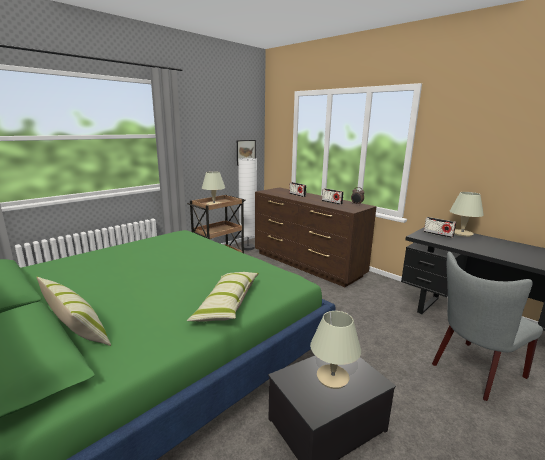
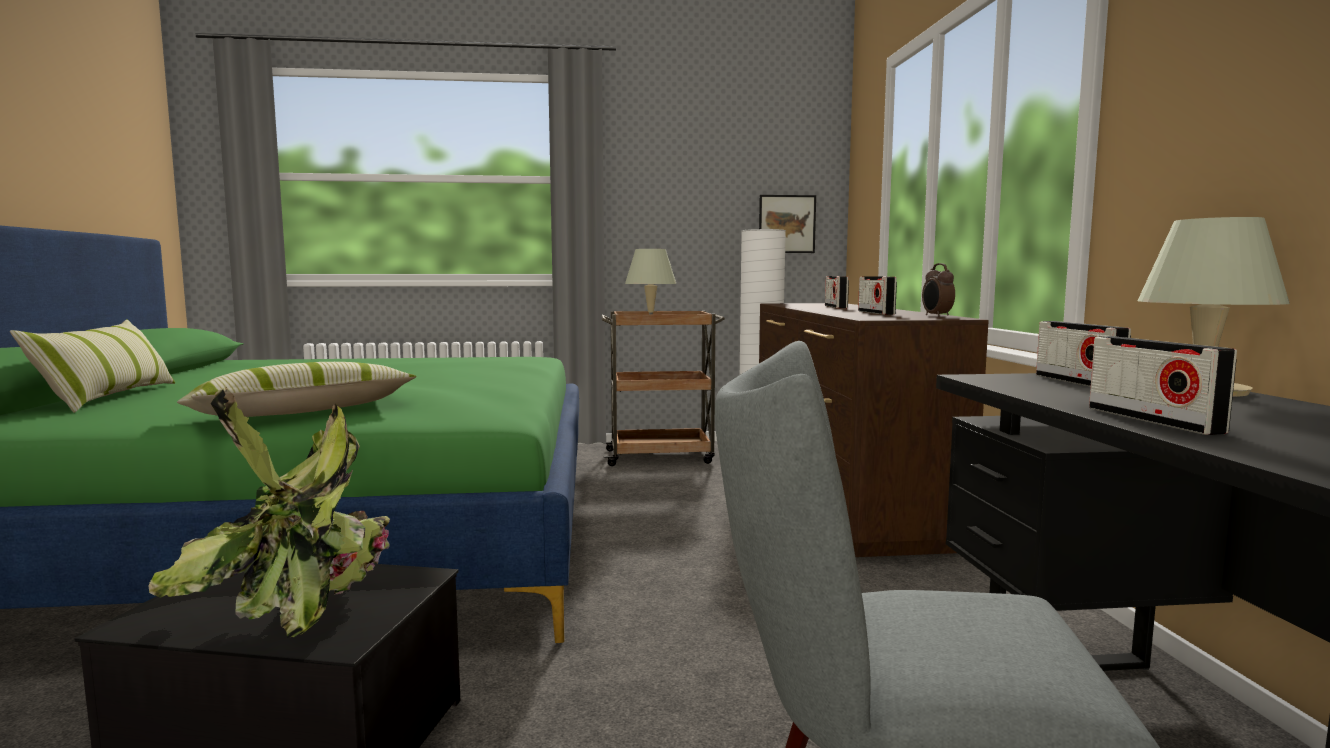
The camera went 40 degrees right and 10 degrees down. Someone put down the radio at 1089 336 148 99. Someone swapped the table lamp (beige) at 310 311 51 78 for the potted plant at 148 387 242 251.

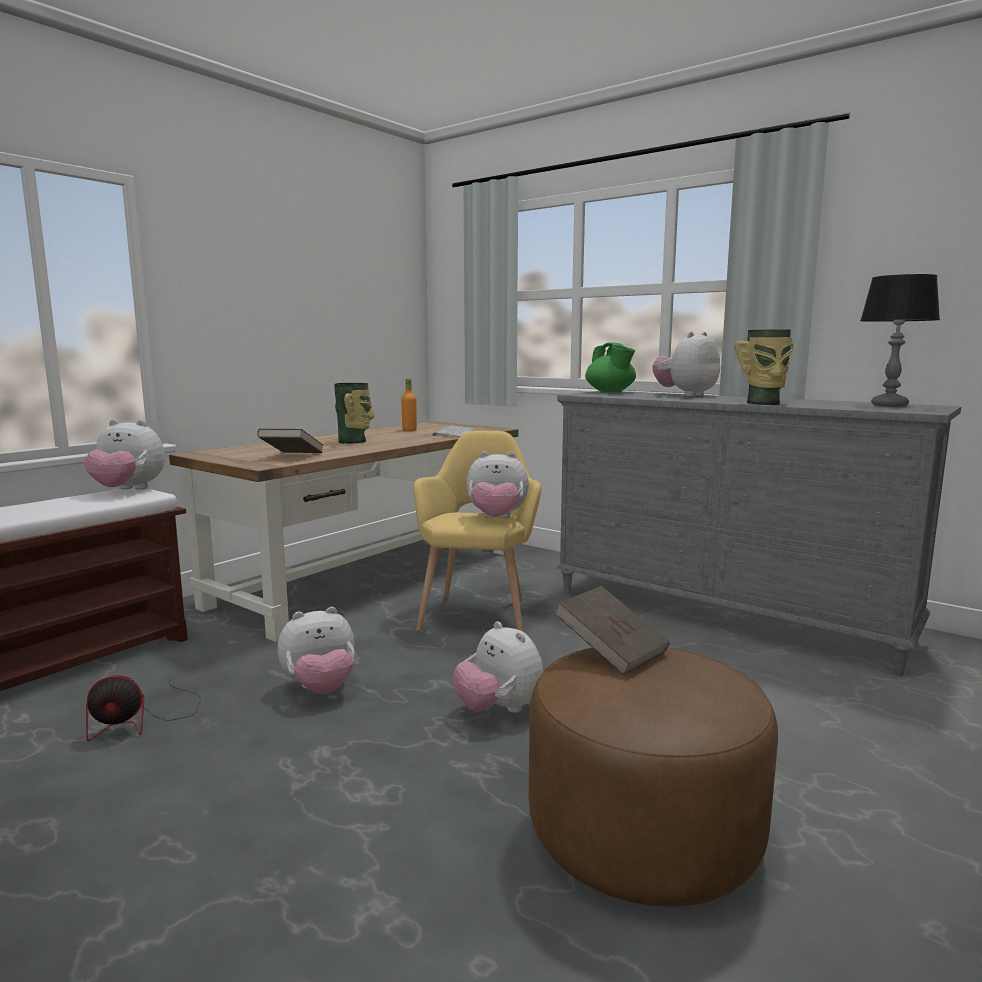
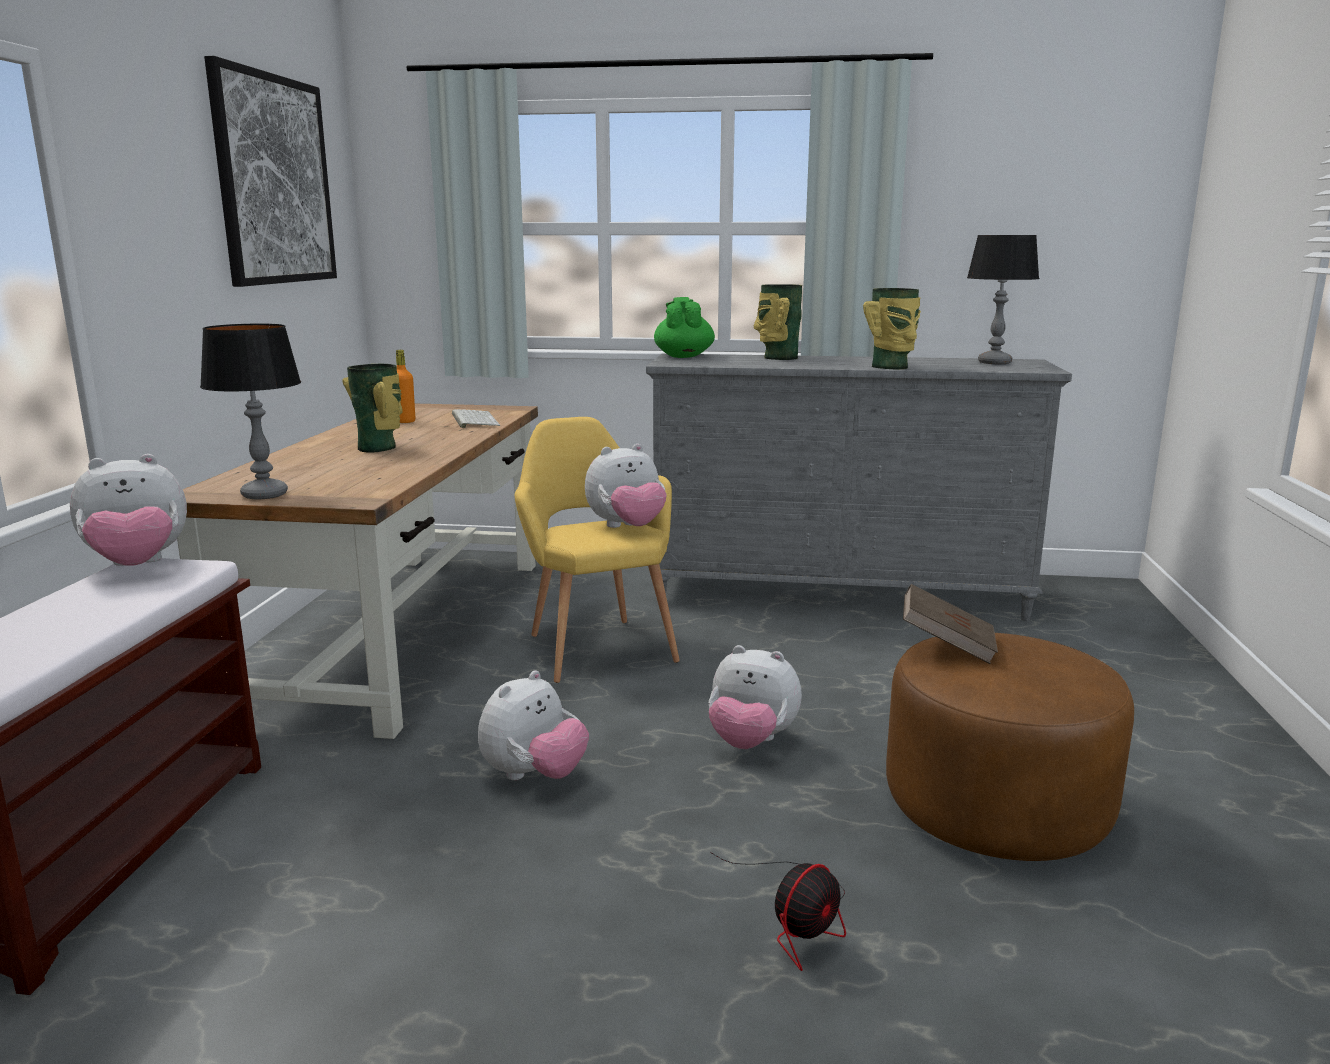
The camera went 30 degrees left and 5 degrees up. Someone took away the book (brown) at 257 429 66 24. Someone put down the table lamp at 200 324 101 175. Someone put up the picture at 204 56 133 231. Someone carried the fan from 86 675 115 66 to 710 852 136 119. Someone swapped the plush toy at 653 332 67 65 for the vase at 754 284 48 76. Someone rotated the teapot (green) at 585 343 51 49 by 135 degrees counterclockwise.

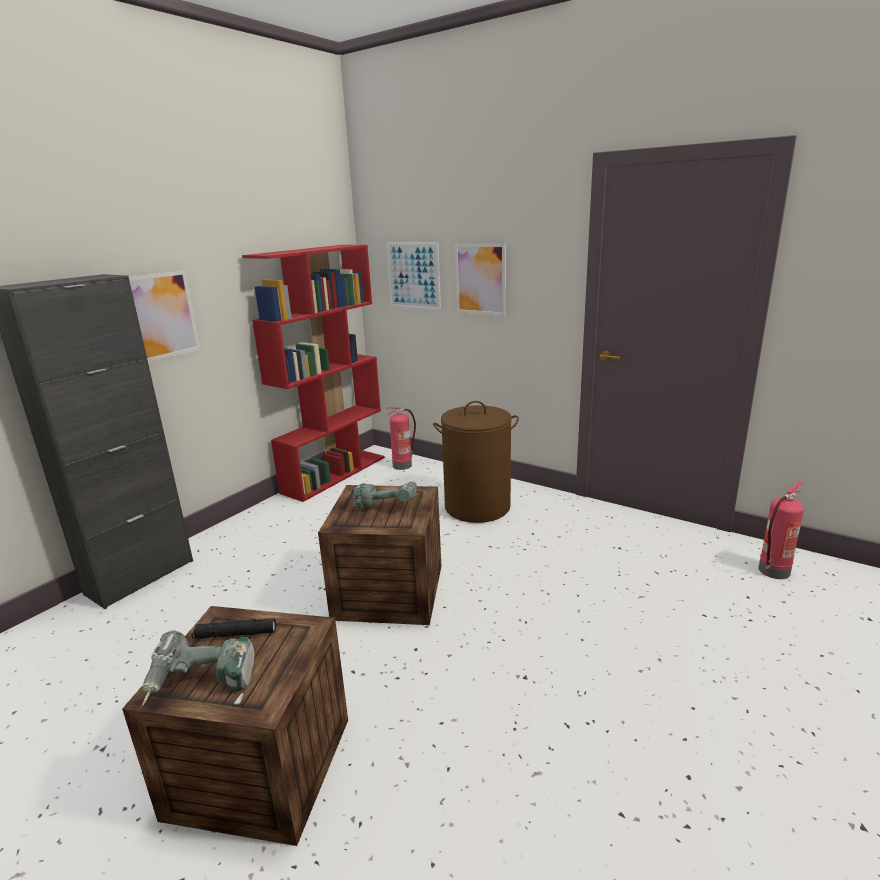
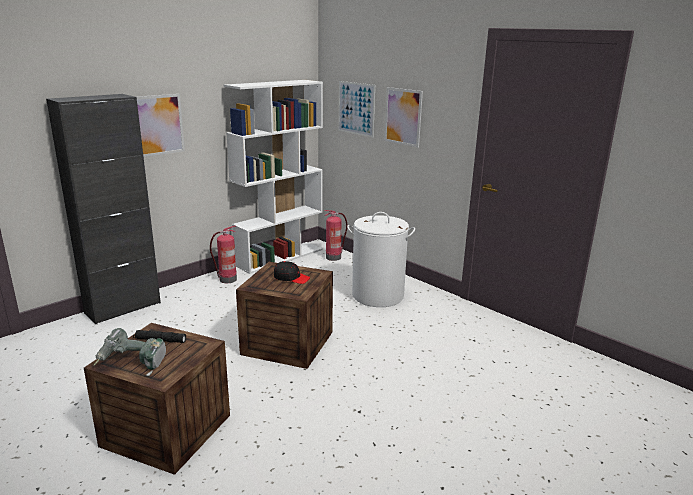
The camera went 10 degrees right and 0 degrees up. Someone carried the fire extinguisher from 758 482 46 97 to 210 226 27 57. Someone swapped the power drill at 354 481 63 27 for the cap (black) at 274 261 36 23. Someone repainted the bookcase (red) at 242 245 143 257, which became the bookcase (white) at 223 80 100 194. Someone repainted the laundry basket (brown) at 433 401 86 122, which became the laundry basket (white) at 347 212 68 95.

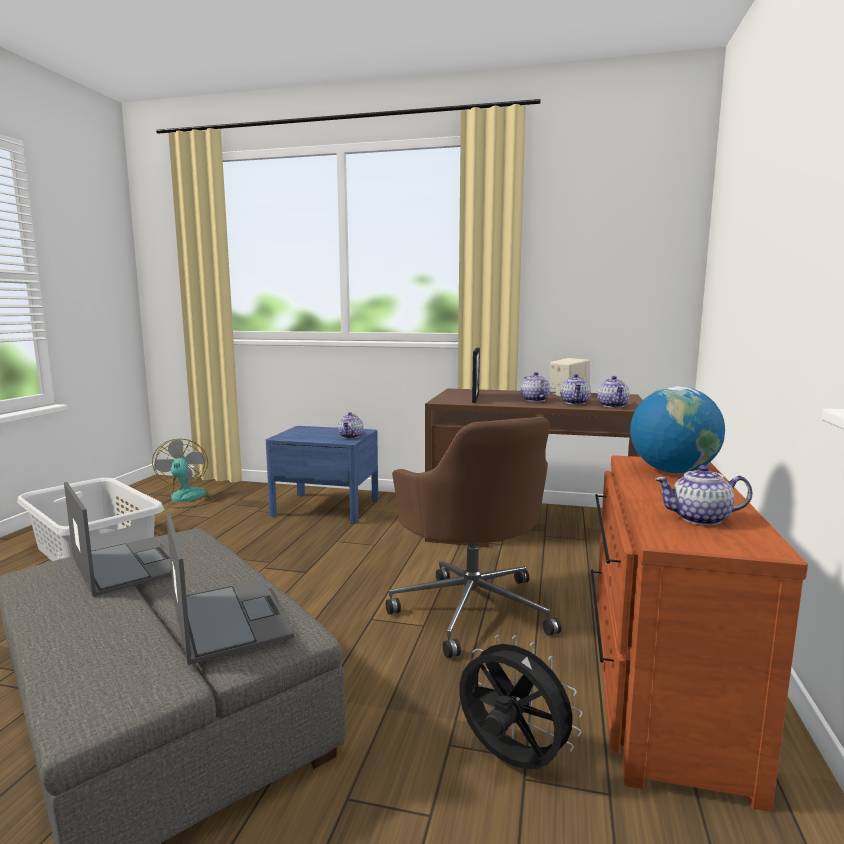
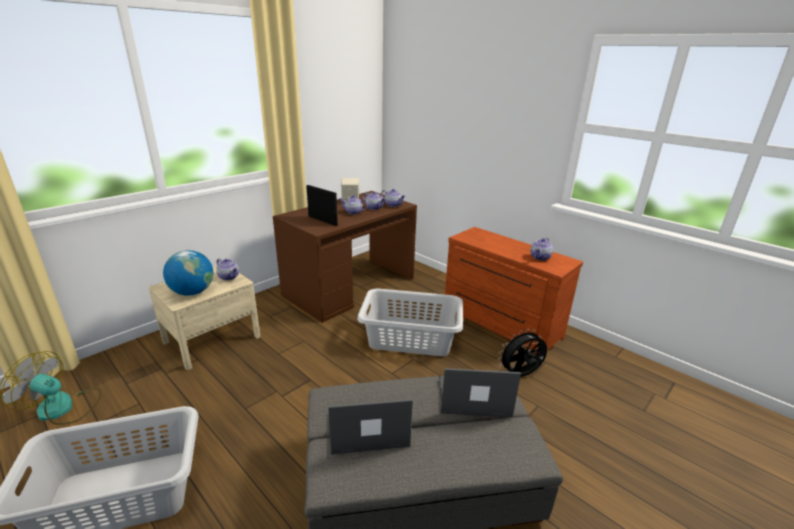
The camera went 60 degrees left and 15 degrees up. Someone carried the globe from 630 386 95 87 to 163 250 50 46. Someone swapped the office chair (brown) at 386 417 175 241 for the laundry basket (grey) at 357 288 106 68. Someone repainted the nightstand (blue) at 266 426 112 98, which became the nightstand (beige) at 149 266 112 104.

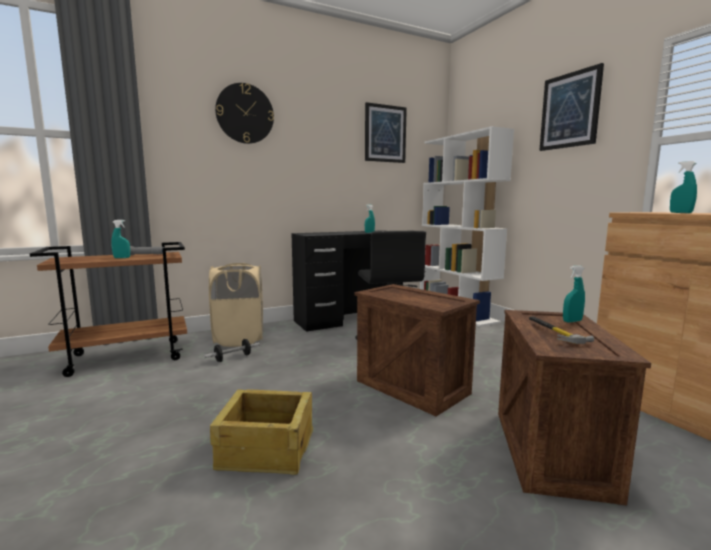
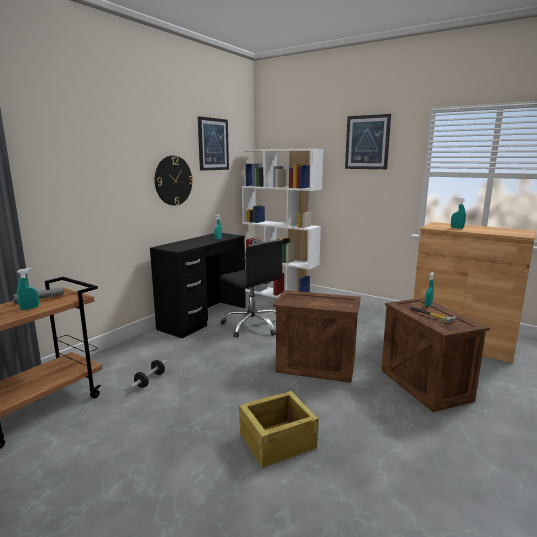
The camera went 30 degrees left and 5 degrees up. Someone took away the laundry basket (beige) at 209 263 54 84. Someone carried the wall clock from 215 83 59 61 to 155 156 38 50.

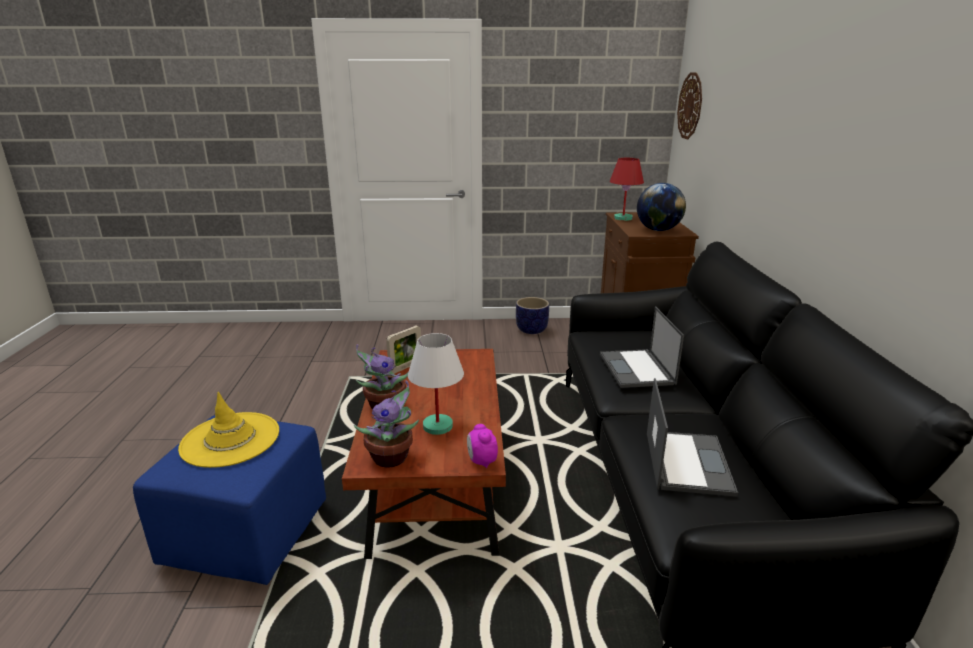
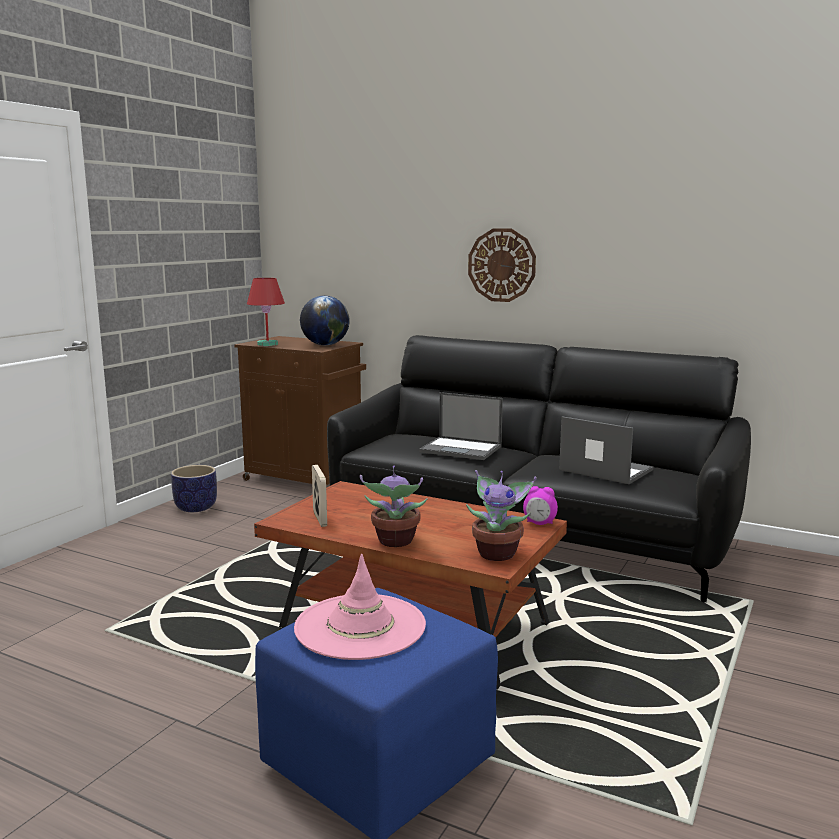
The camera went 60 degrees left and 10 degrees down. Someone took away the table lamp (white) at 408 333 56 102. Someone carried the wall clock from 677 72 25 67 to 468 228 68 74. Someone repainted the hat (yellow) at 178 392 101 76, which became the hat (pink) at 294 554 132 106.

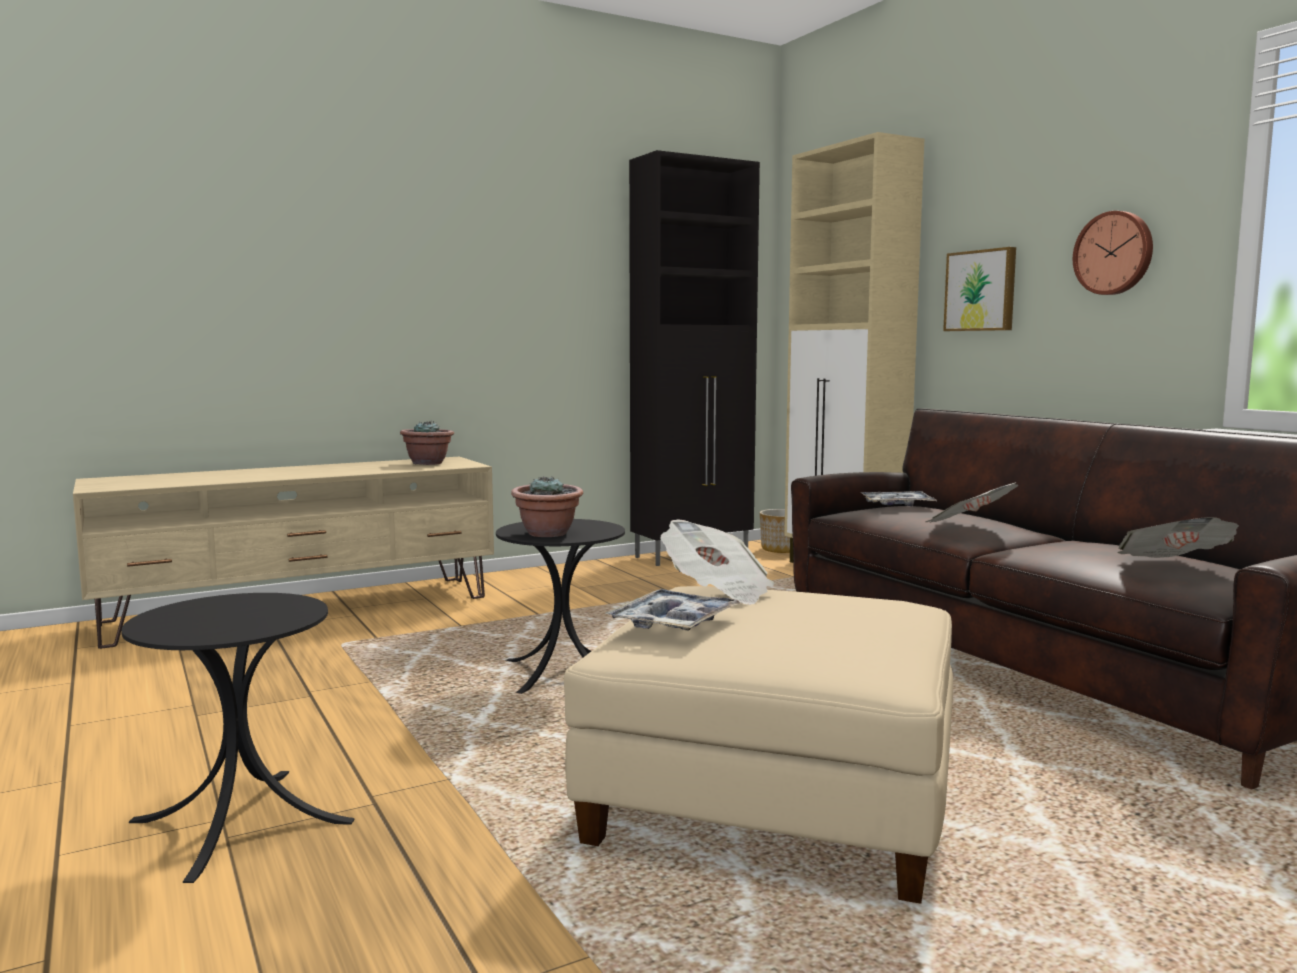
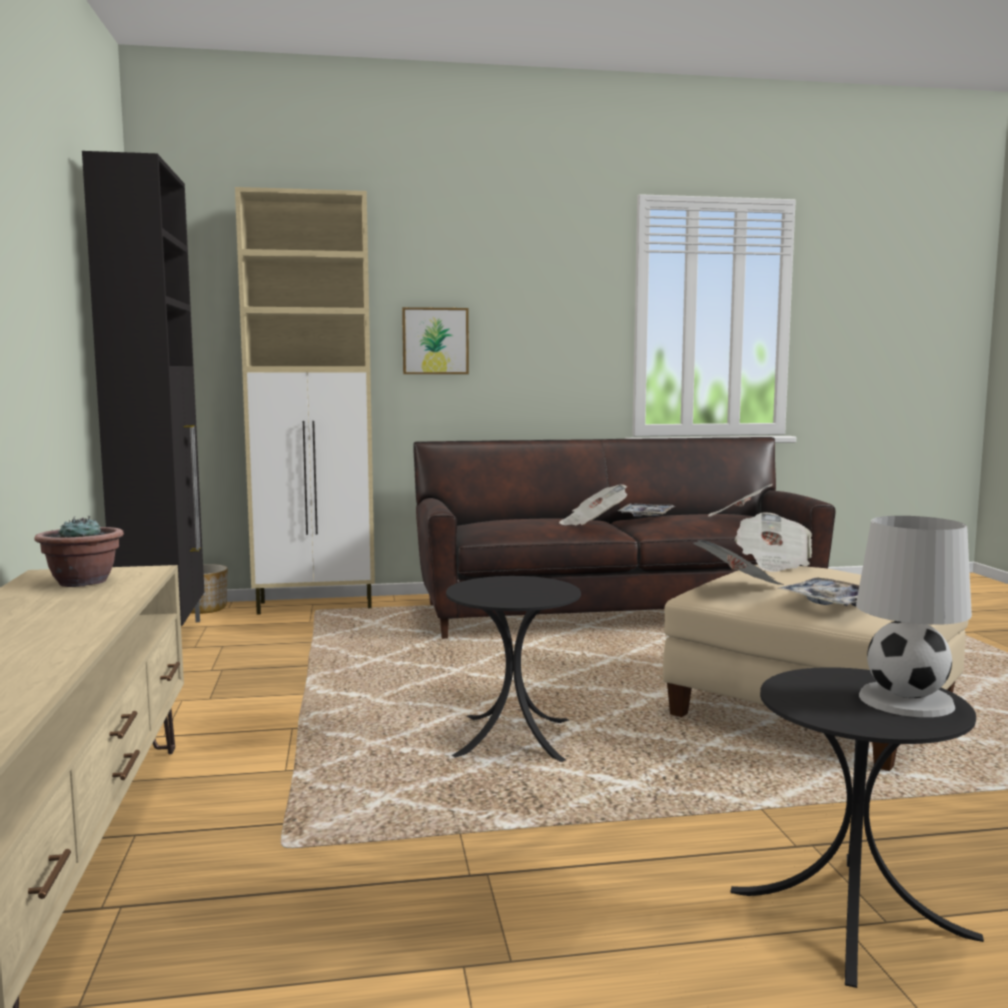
The camera went 70 degrees left and 0 degrees up. Someone took away the potted plant at 511 476 72 61. Someone took away the wall clock at 1073 211 80 84. Someone put down the newspaper at 734 512 78 60. Someone put down the table lamp (white) at 856 516 116 201. Someone carried the tray from 861 491 76 15 to 618 503 58 14.

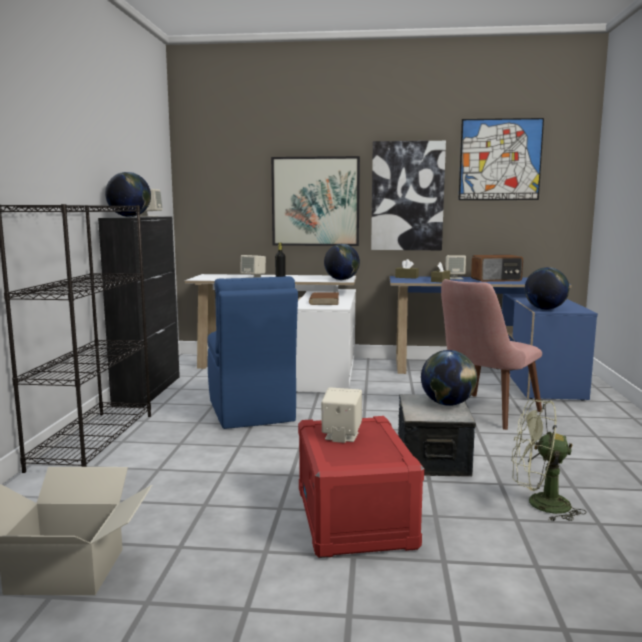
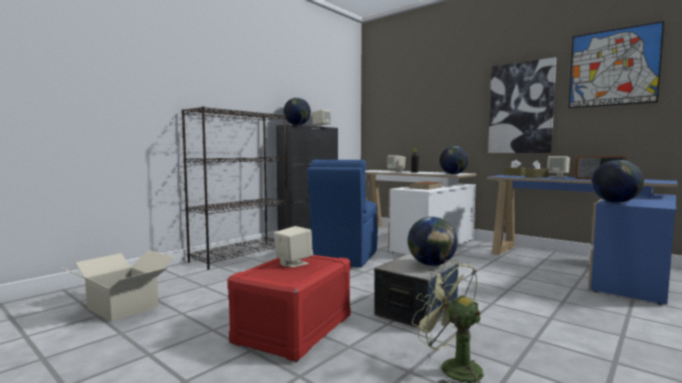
The camera went 35 degrees right and 5 degrees down. Someone took away the picture at 271 156 89 90. Someone took away the chair (pink) at 441 279 101 151.

